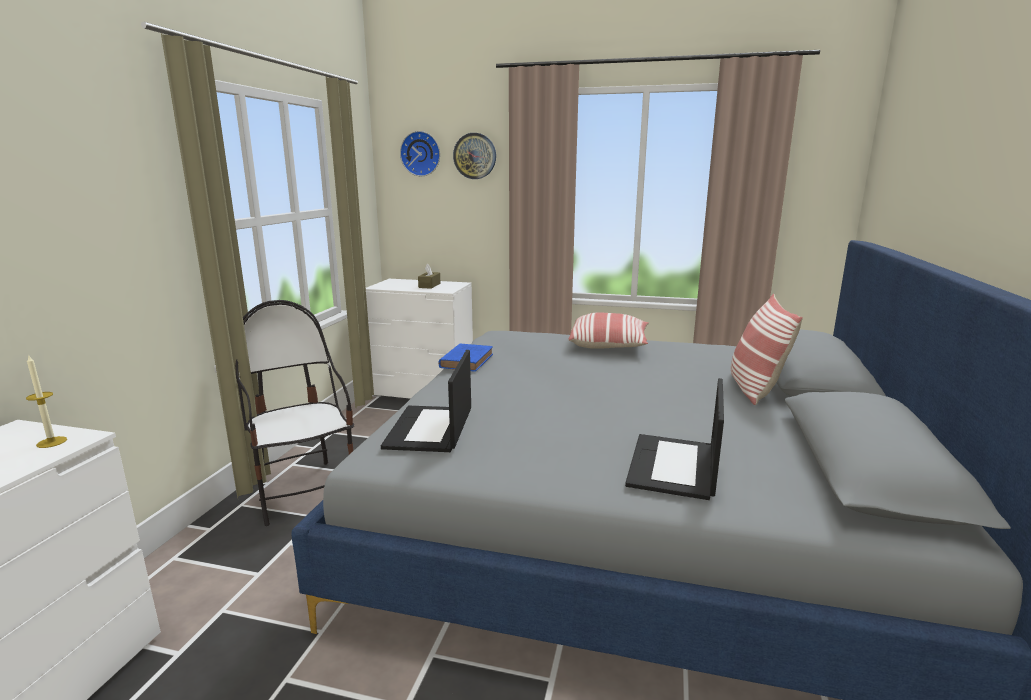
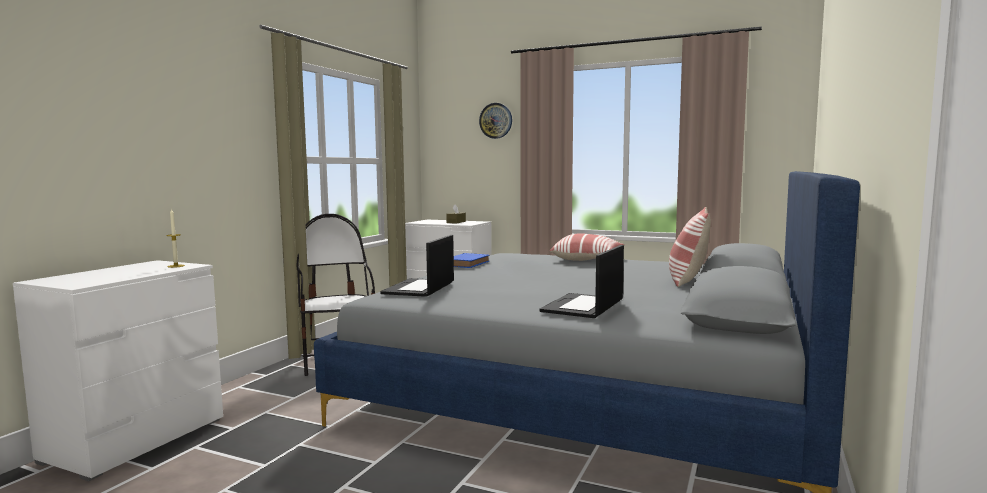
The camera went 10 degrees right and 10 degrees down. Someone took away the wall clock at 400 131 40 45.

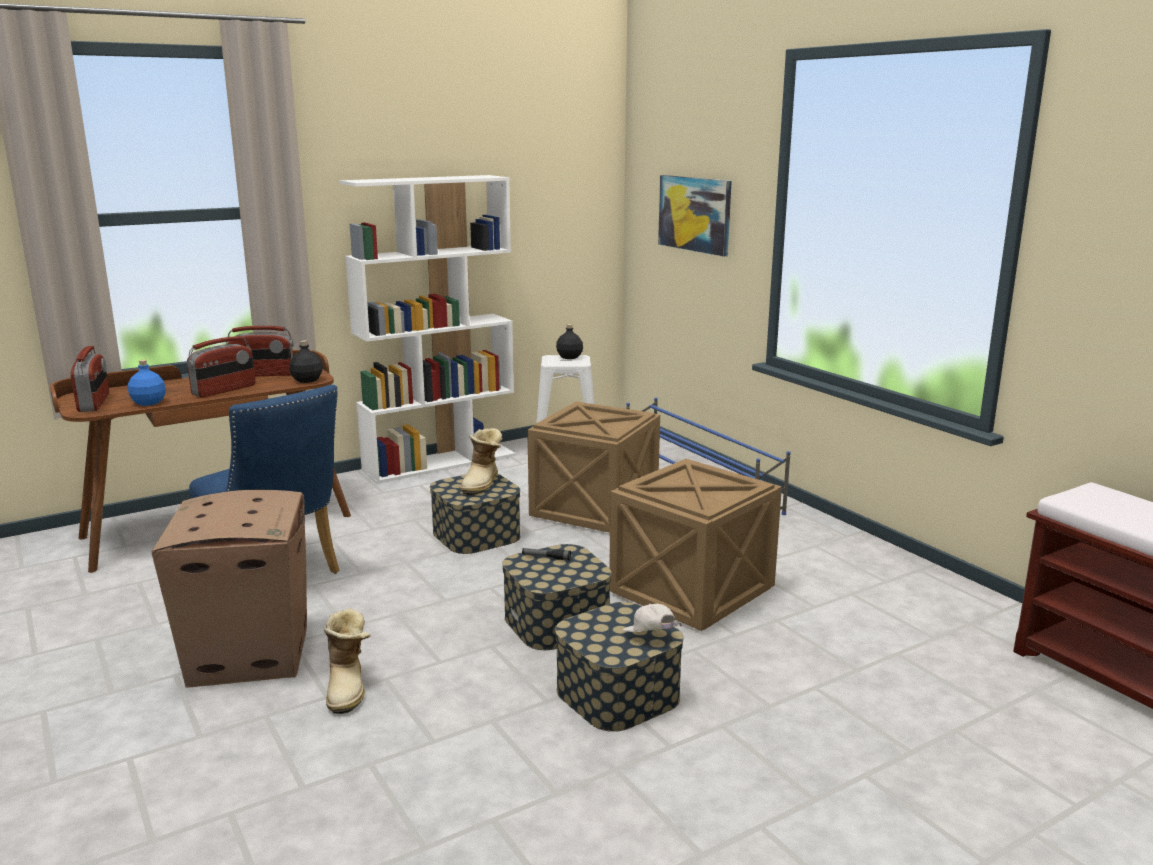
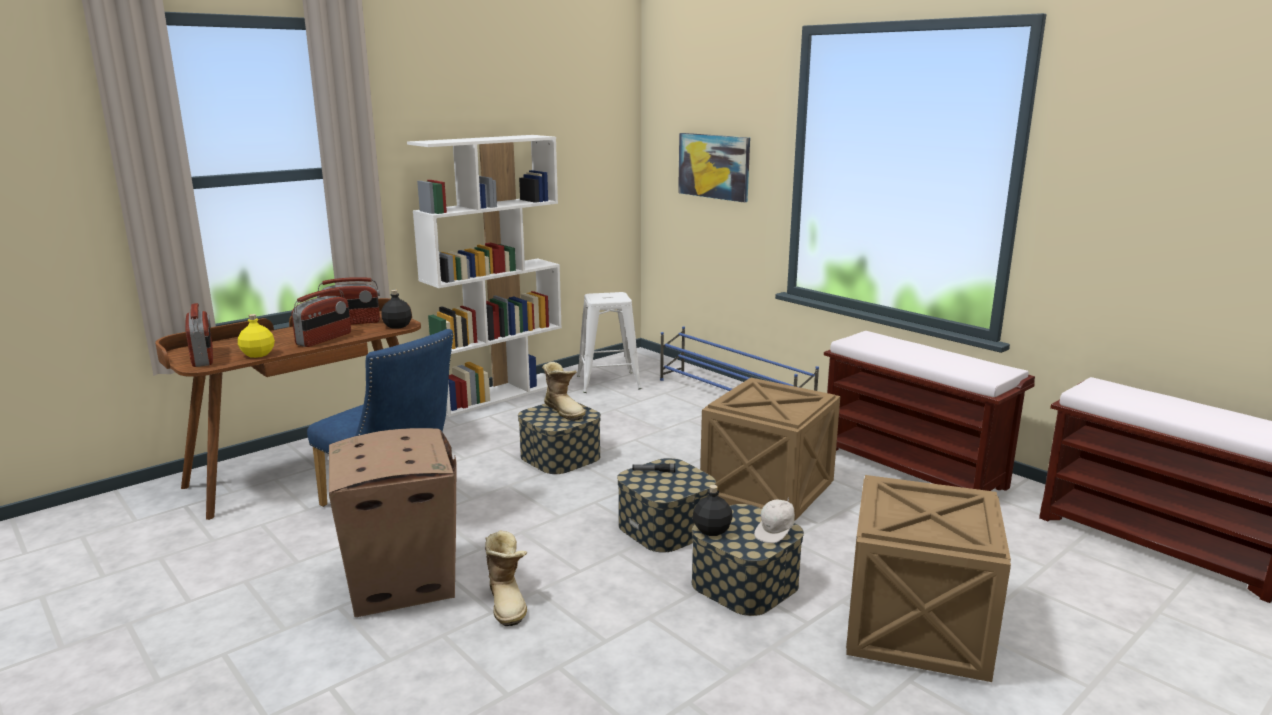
The camera went 10 degrees left and 0 degrees up. Someone put down the bench (brown) at 824 331 211 160. Someone carried the crate from 527 402 133 131 to 846 475 165 207. Someone carried the bottle (black) from 556 324 27 35 to 692 485 41 51. Someone repainted the bottle (blue) at 128 360 38 46, which became the bottle (yellow) at 238 314 37 44. Someone rotated the boot at 460 428 43 67 by 45 degrees counterclockwise. Someone rotated the cap (white) at 622 604 61 28 by 90 degrees counterclockwise.

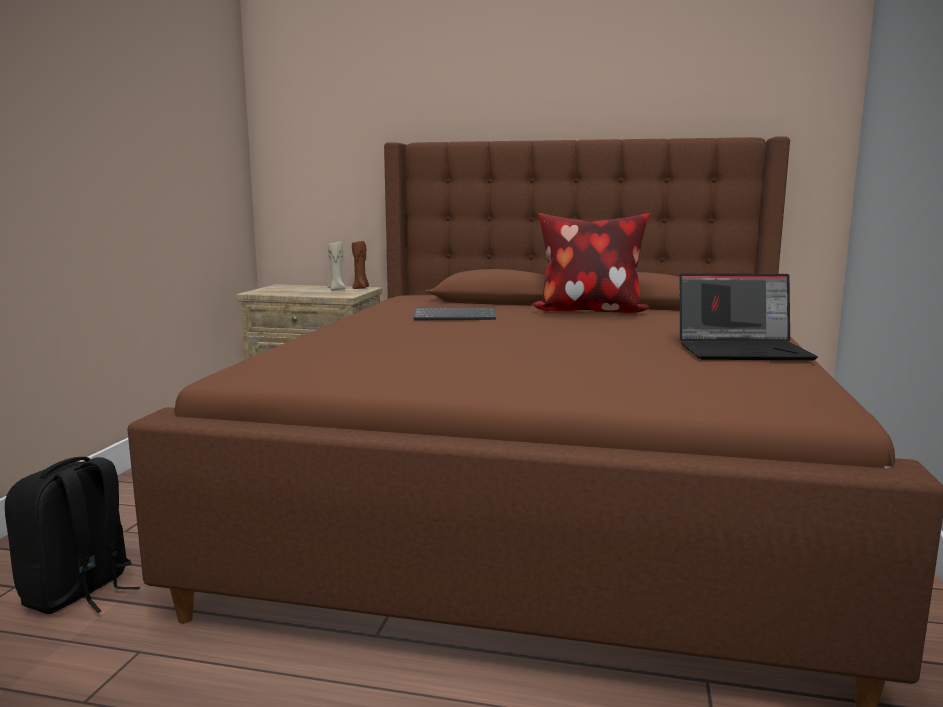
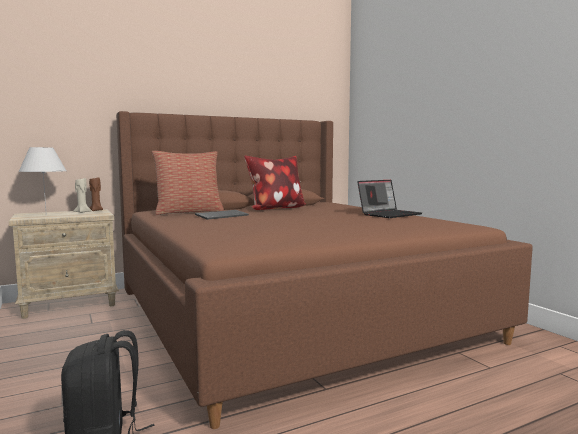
The camera went 40 degrees left and 5 degrees down. Someone put down the table lamp (white) at 18 147 48 63. Someone put down the pillow at 152 151 72 64.

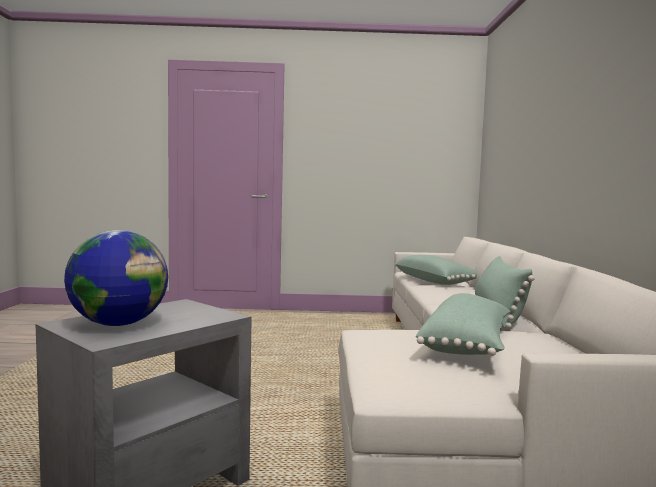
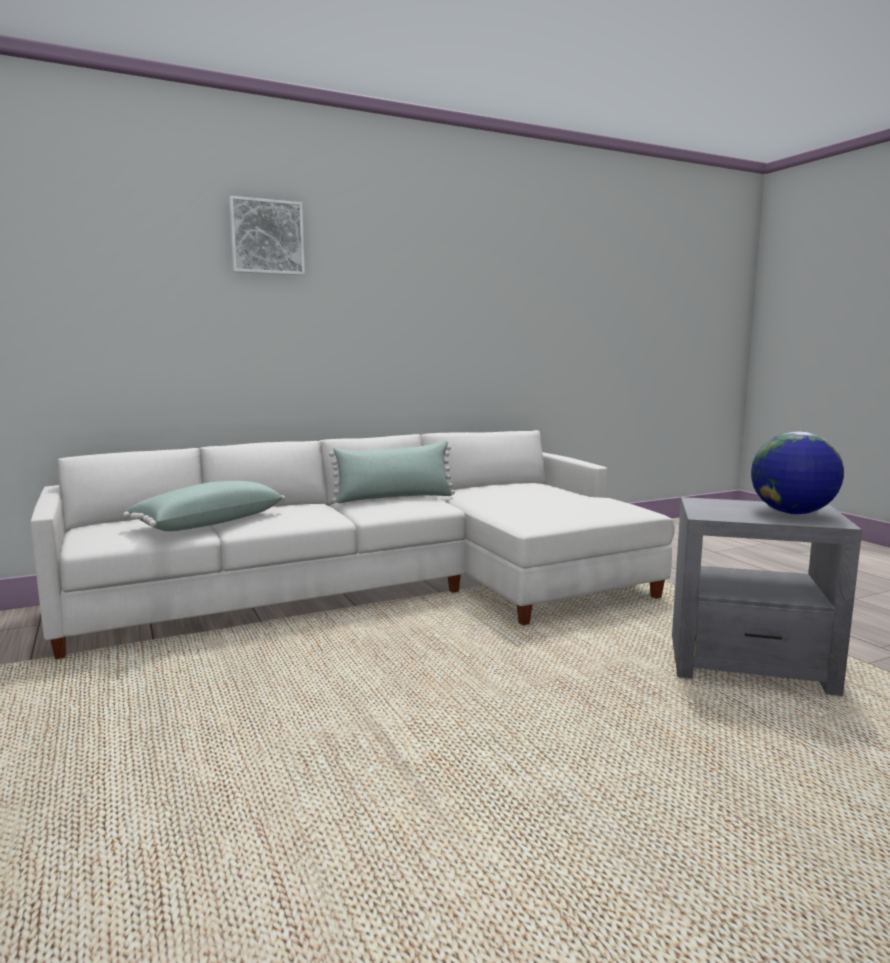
The camera went 115 degrees left and 5 degrees up. Someone took away the pillow (green) at 416 293 95 63. Someone put up the picture at 229 196 76 80.

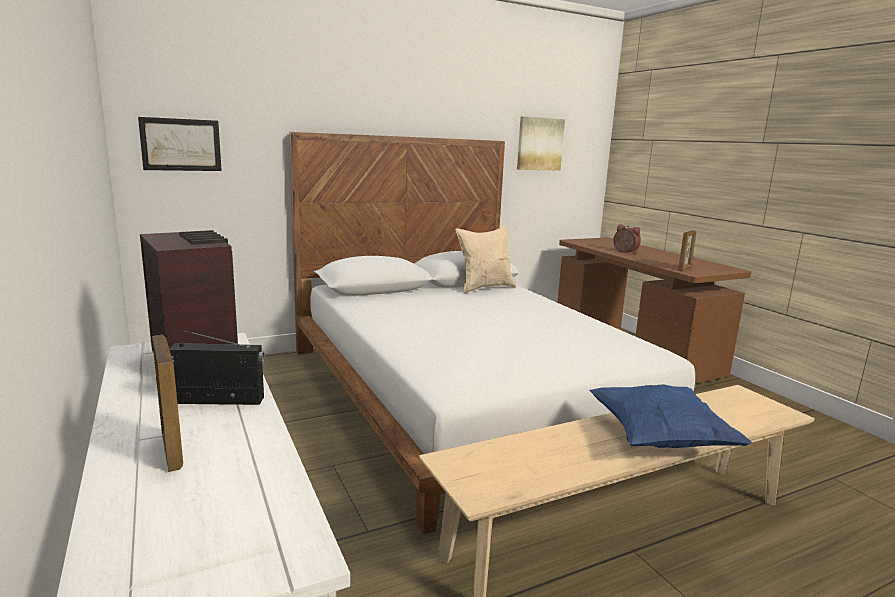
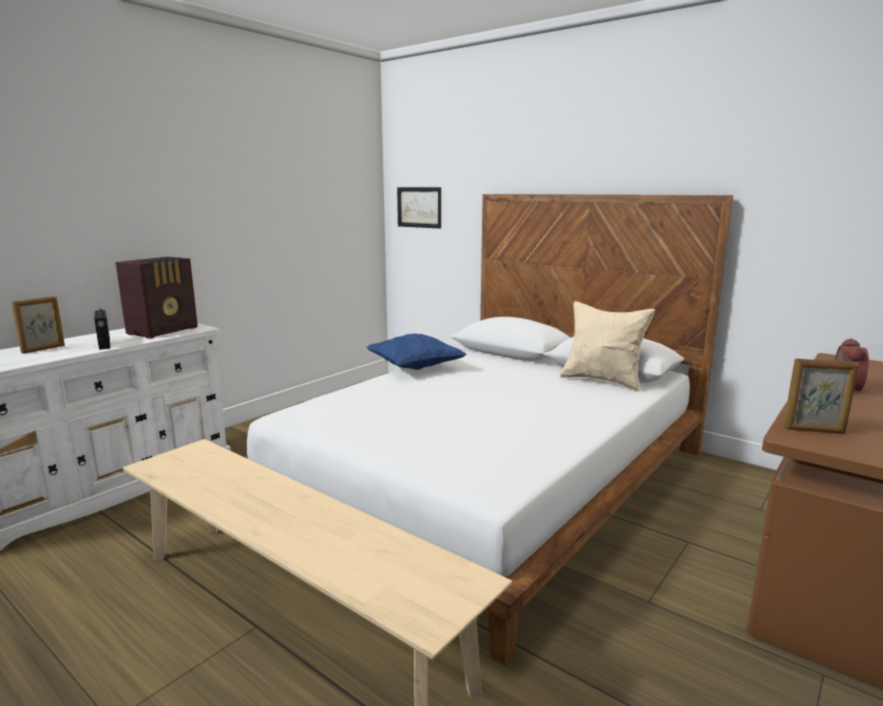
The camera went 65 degrees right and 0 degrees up. Someone took away the picture at 517 117 48 53. Someone carried the pillow (blue) from 589 384 163 64 to 366 334 101 36.

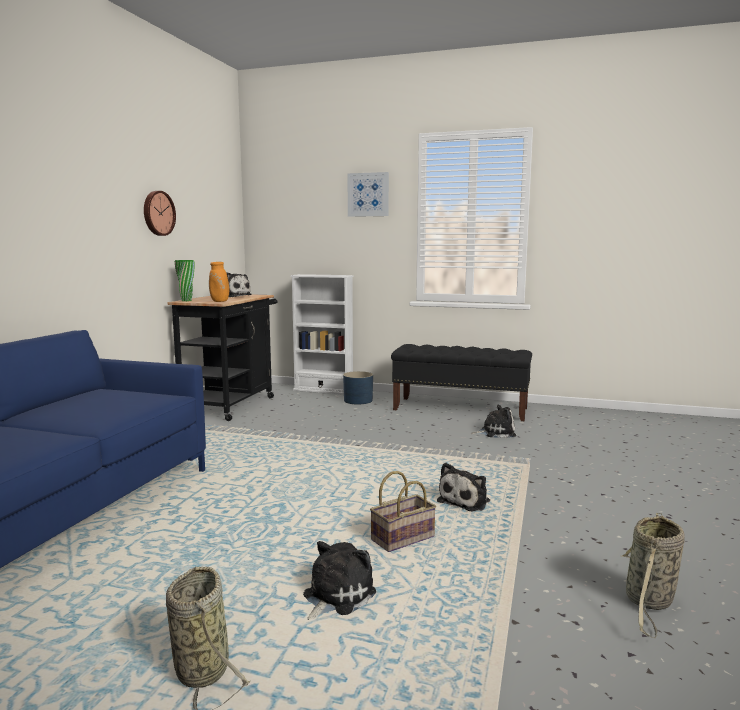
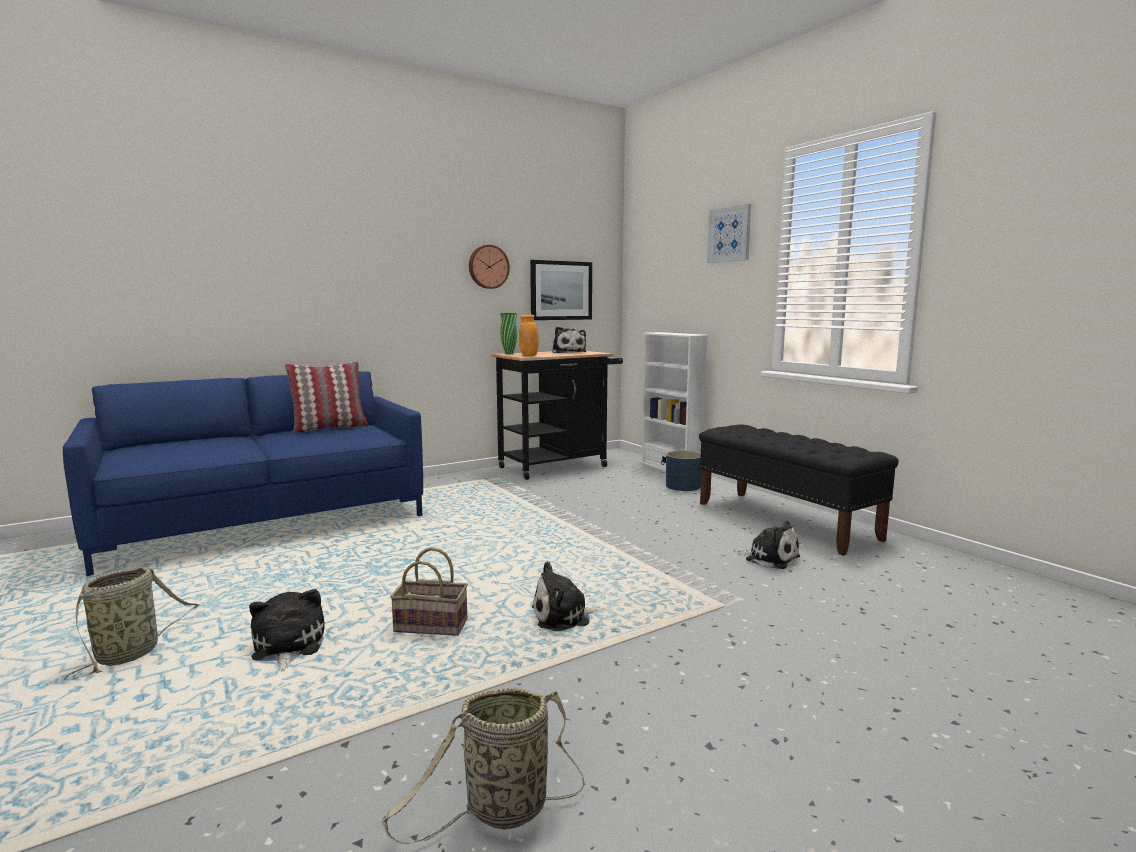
The camera went 40 degrees right and 0 degrees up. Someone put down the pillow at 285 362 83 71. Someone put up the picture at 530 260 62 60. Someone rotated the plush toy at 303 541 73 79 by 90 degrees counterclockwise.

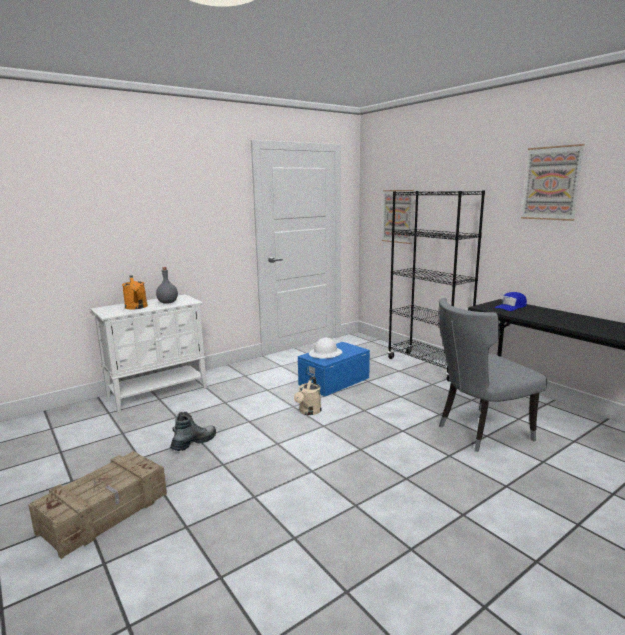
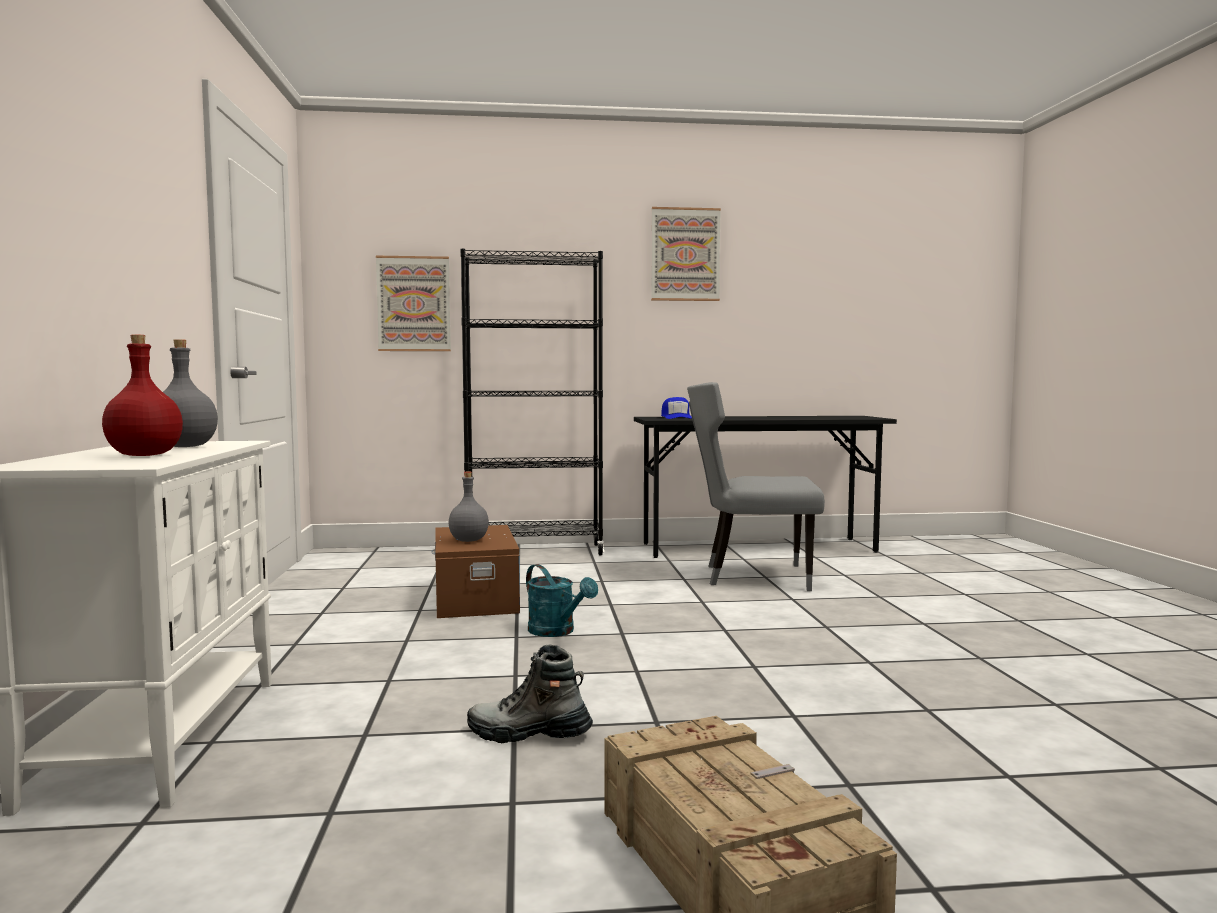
The camera went 60 degrees left and 10 degrees down. Someone swapped the watering can (orange) at 122 275 26 35 for the bottle (red) at 102 334 81 122. Someone swapped the hard hat (white) at 309 338 33 21 for the bottle (grey) at 449 471 40 71. Someone repainted the watering can (beige) at 294 377 27 38, which became the watering can (turquoise) at 526 564 72 73. Someone repainted the storage box (blue) at 298 342 72 55, which became the storage box (brown) at 431 525 89 93. Someone rotated the boot at 170 412 46 39 by 60 degrees counterclockwise. Someone rotated the chair (grey) at 439 298 108 154 by 90 degrees clockwise.

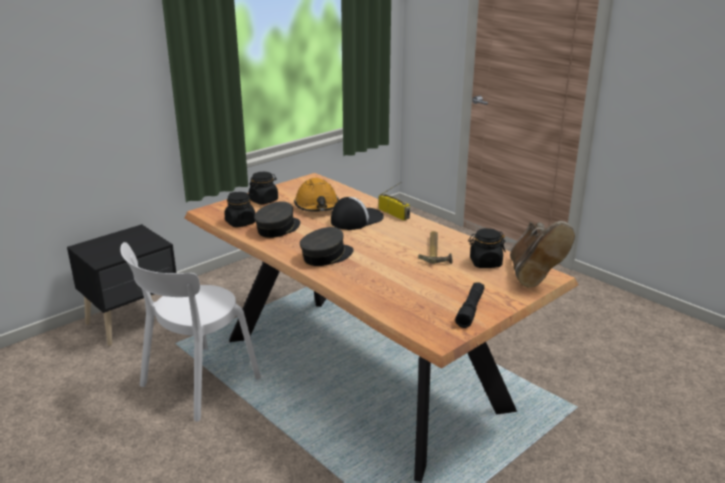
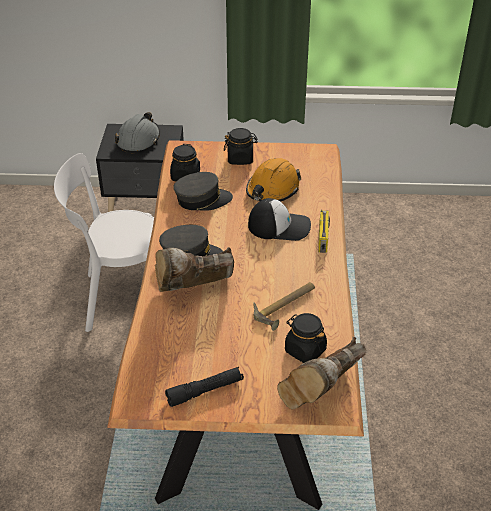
The camera went 45 degrees right and 15 degrees up. Someone put down the hard hat (grey) at 115 112 45 41. Someone put down the boot (brown) at 155 247 79 45.

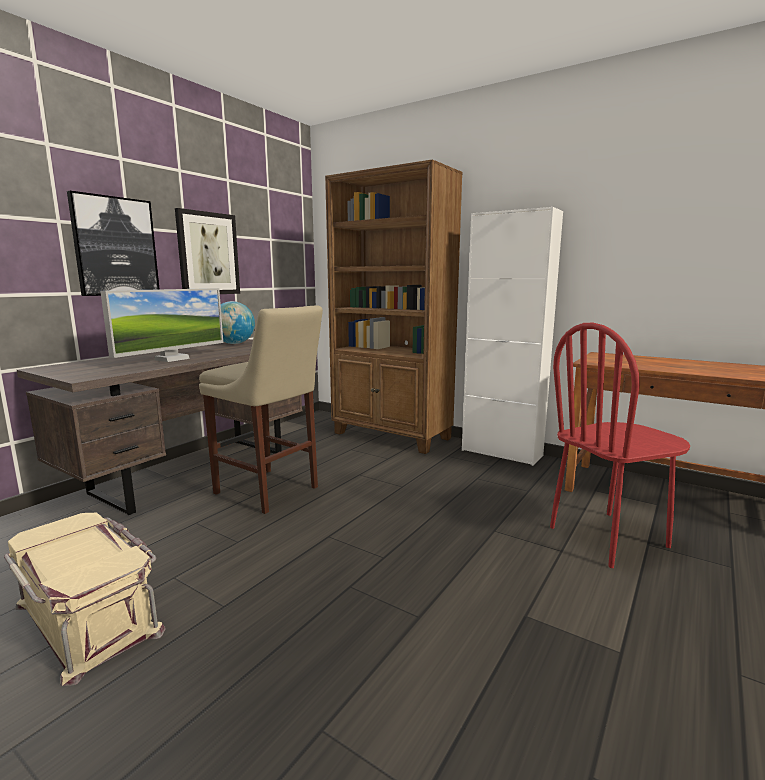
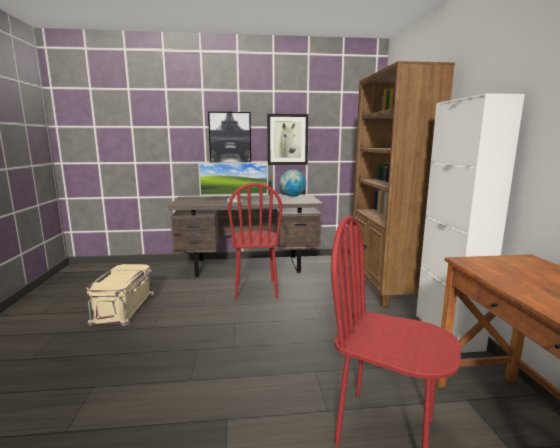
The camera went 50 degrees right and 0 degrees up. Someone swapped the stool (beige) at 199 305 124 209 for the chair (red) at 228 183 55 117.

